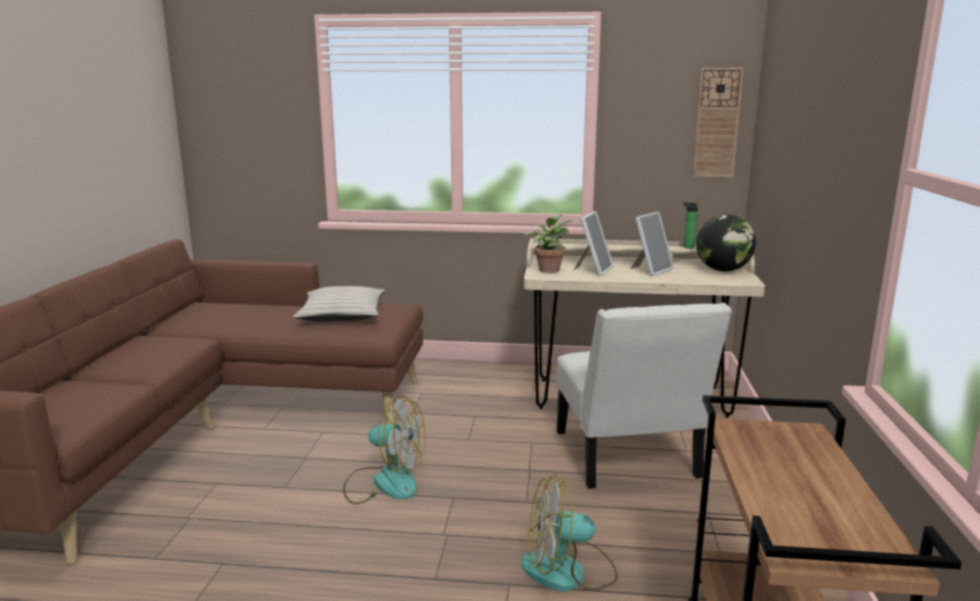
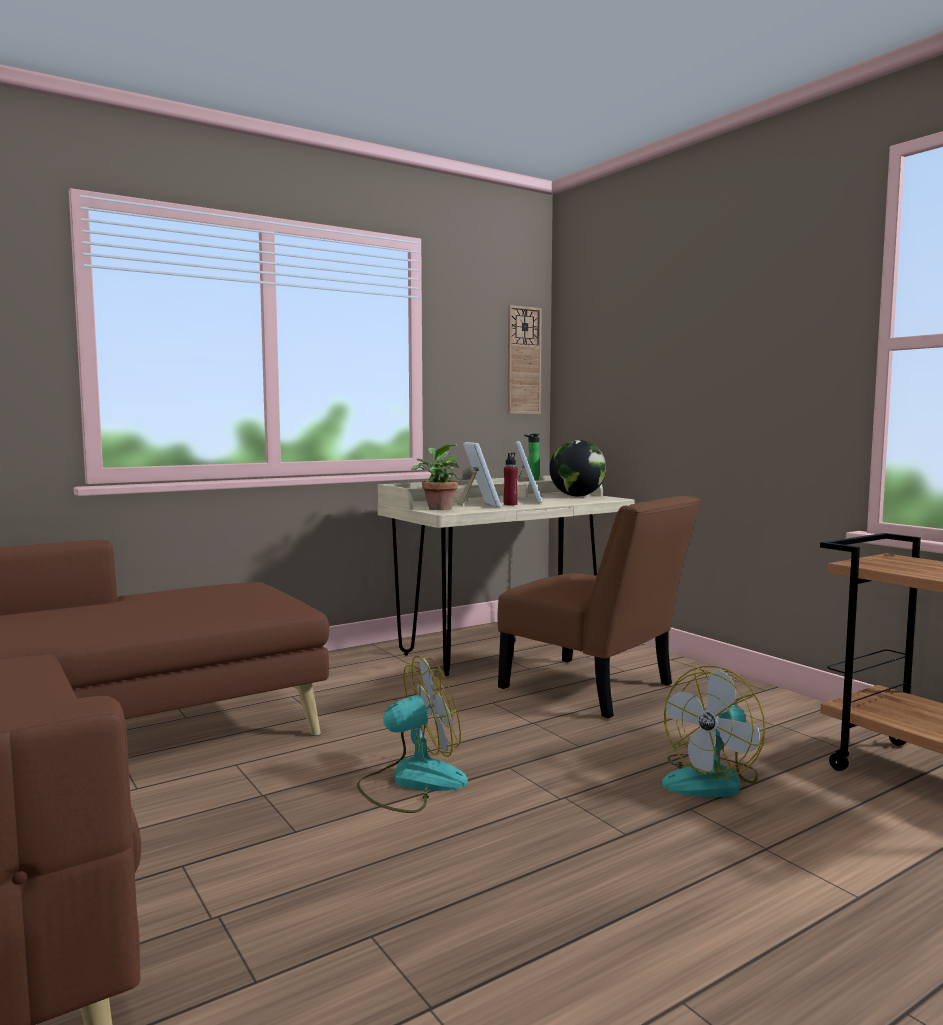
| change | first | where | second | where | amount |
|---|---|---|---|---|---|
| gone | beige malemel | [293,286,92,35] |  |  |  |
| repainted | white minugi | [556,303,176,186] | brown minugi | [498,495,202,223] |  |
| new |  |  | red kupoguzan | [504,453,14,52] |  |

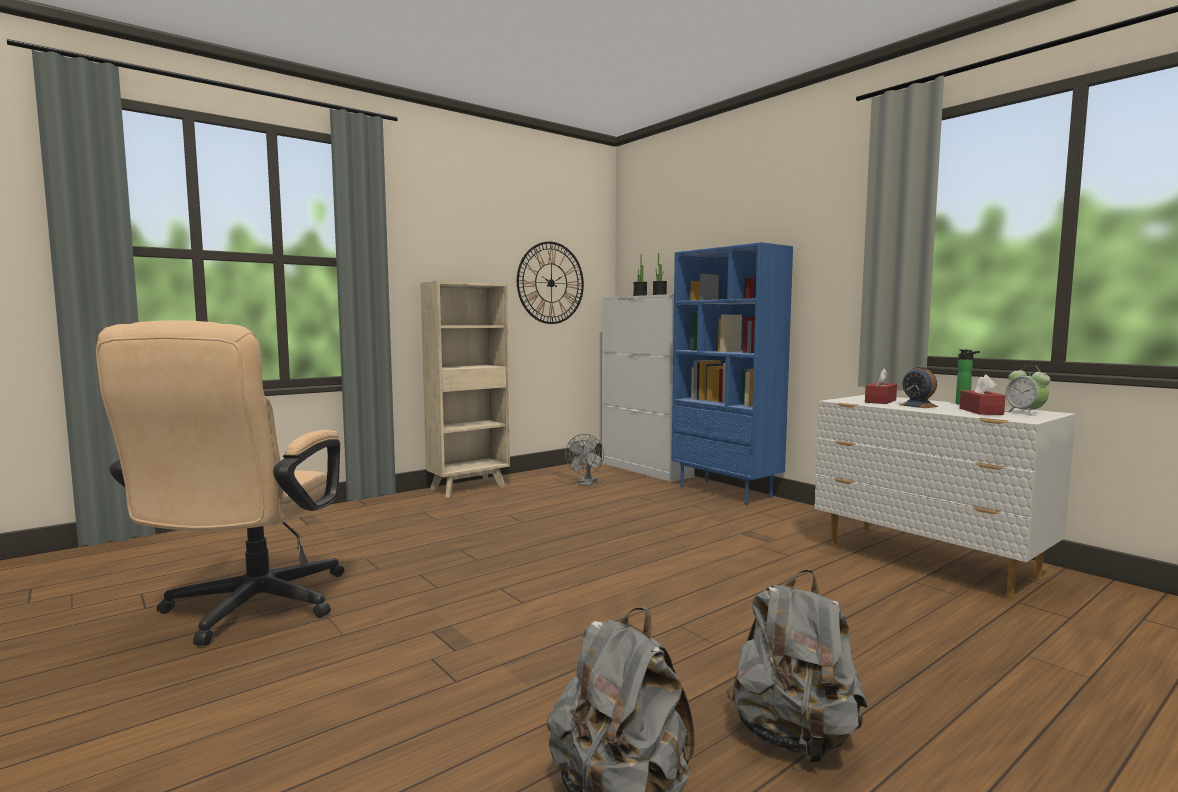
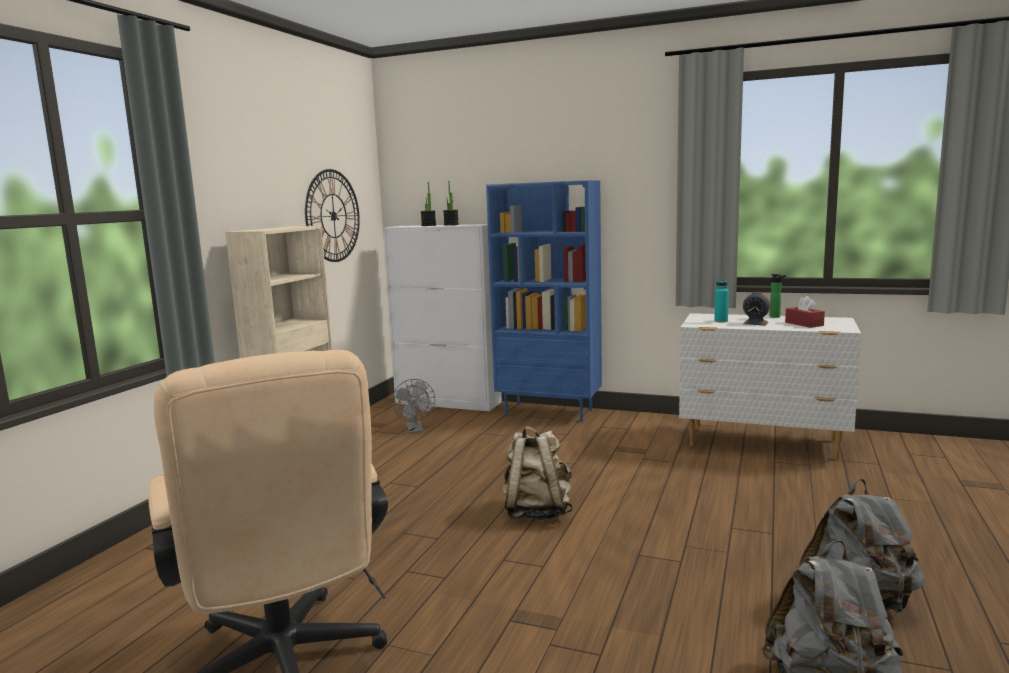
| change | first | where | second | where | amount |
|---|---|---|---|---|---|
| swapped | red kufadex | [865,369,32,35] | turquoise kupoguzan | [714,278,15,44] |  |
| gone | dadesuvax | [1004,365,46,51] |  |  |  |
| new |  |  | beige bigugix | [502,426,71,94] |  |

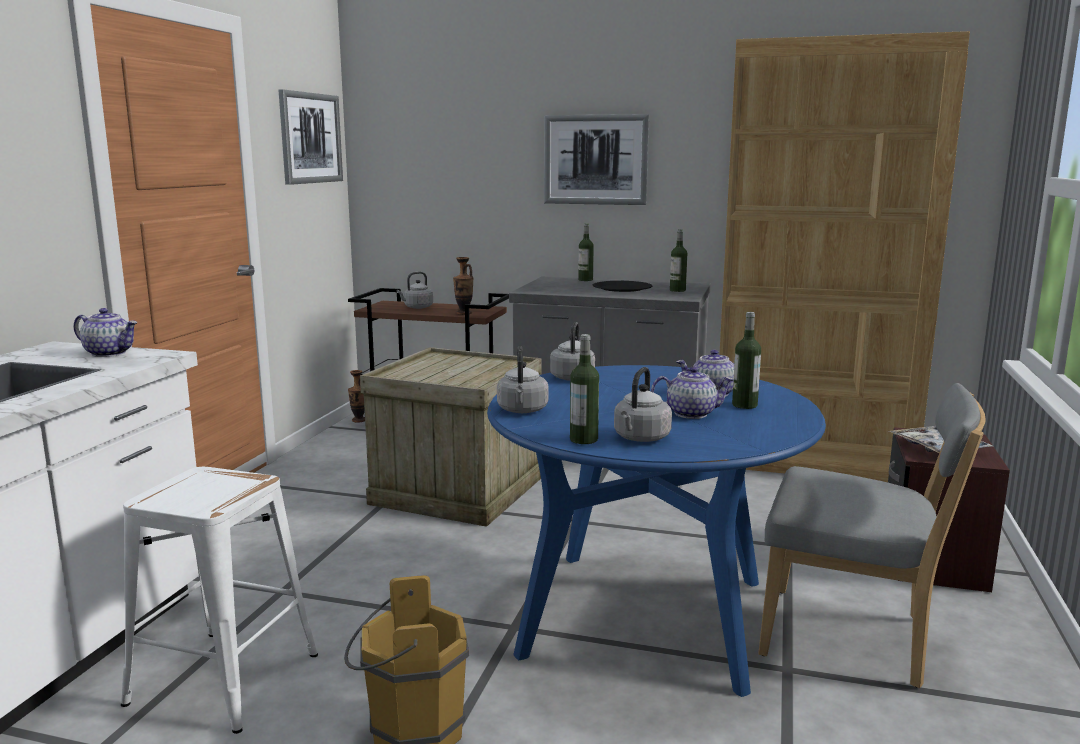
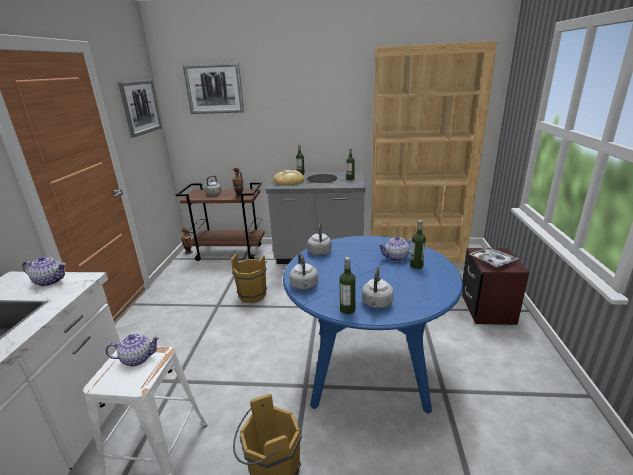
| change | first | where | second | where | amount |
|---|---|---|---|---|---|
| swapped | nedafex | [360,347,182,180] | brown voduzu | [231,254,36,49] |  |
| shifted | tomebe | [544,114,106,91] |  | [183,63,61,51] |  |
| shifted | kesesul | [651,366,83,53] |  | [105,333,55,33] |  |
| gone | grey minugi | [758,383,227,305] |  |  |  |
| new |  |  | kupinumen | [273,170,31,15] |  |

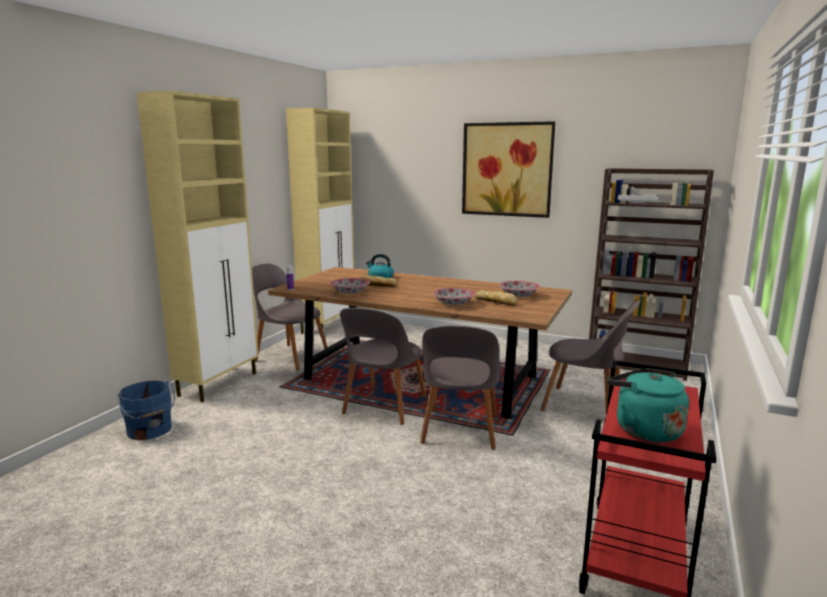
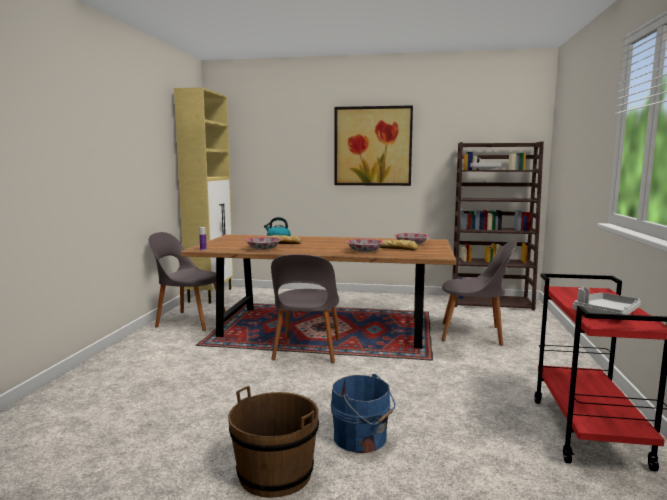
| change | first | where | second | where | amount |
|---|---|---|---|---|---|
| shifted | blue voduzu | [117,380,58,60] |  | [331,374,64,79] |  |
| gone | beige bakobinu | [137,90,122,312] |  |  |  |
| gone | grey minugi | [420,326,80,124] |  |  |  |
| swapped | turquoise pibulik | [607,368,82,75] | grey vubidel | [573,287,68,28] |  |
| new |  |  | brown voduzu | [228,386,91,112] |  |

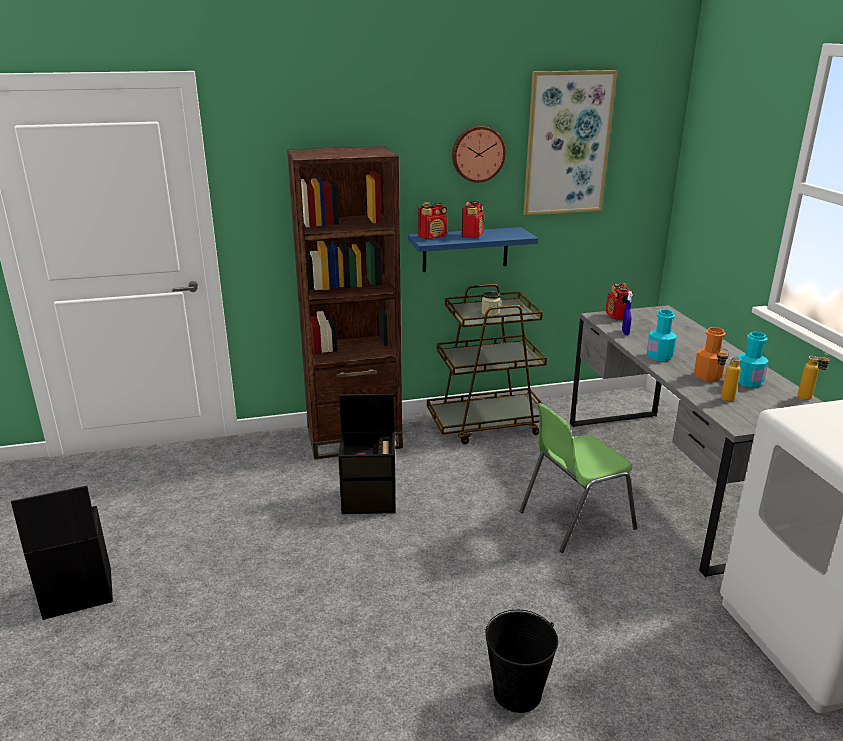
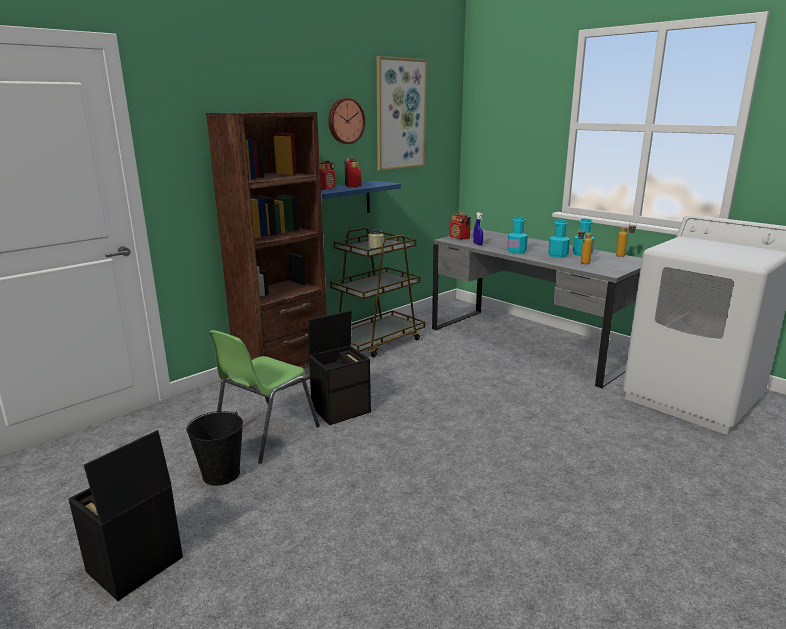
| change | first | where | second | where | amount |
|---|---|---|---|---|---|
| shifted | black voduzu | [485,610,73,103] |  | [186,411,57,75] |  |
| shifted | green minugi | [519,403,118,150] |  | [209,330,111,133] |  |
| repainted | orange kupoguzan | [694,327,32,55] | turquoise kupoguzan | [548,220,22,38] |  |

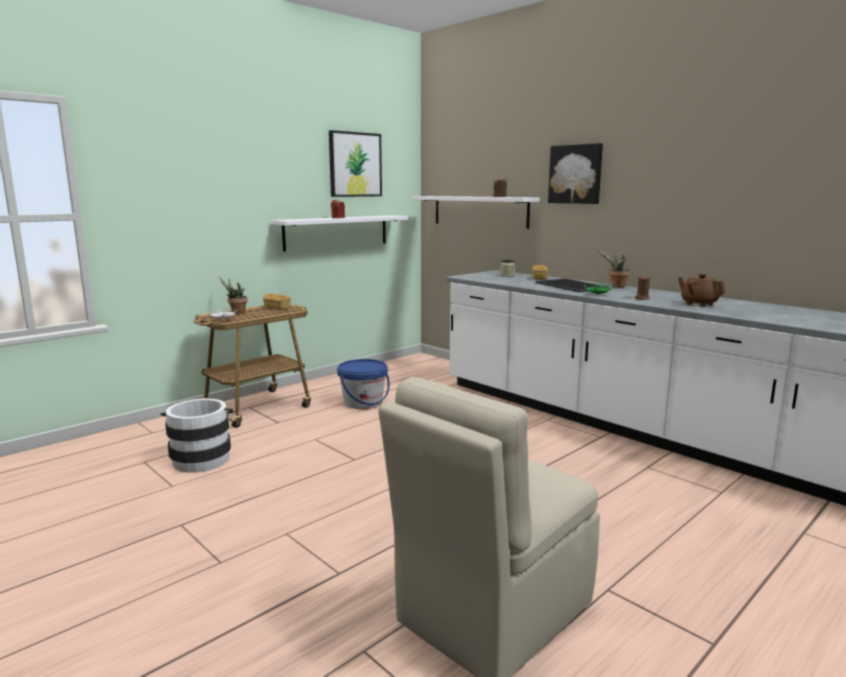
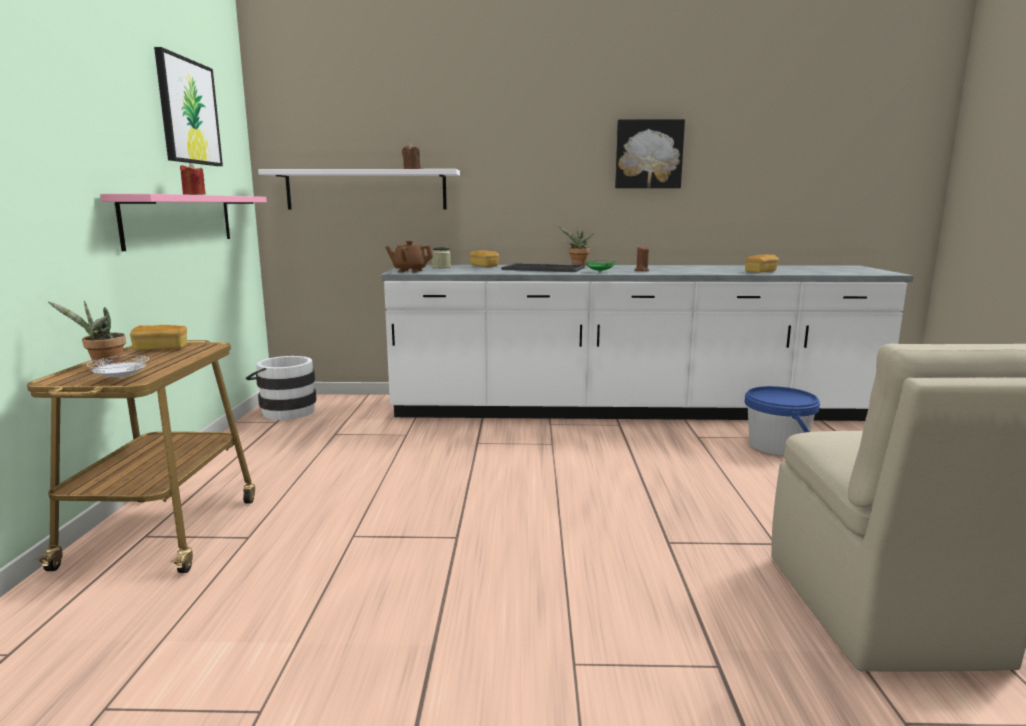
| change | first | where | second | where | amount |
|---|---|---|---|---|---|
| shifted | white voduzu | [160,399,73,74] |  | [246,356,71,64] |  |
| repainted | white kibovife | [271,215,137,36] | pink kibovife | [100,194,167,57] |  |
| shifted | blue voduzu | [337,359,53,50] |  | [745,386,75,70] |  |
| shifted | tomebe | [548,143,55,61] |  | [615,119,70,69] |  |
| shifted | brown kesesul | [678,274,47,33] |  | [385,241,48,31] |  |
| new |  |  | kupinumen | [745,254,34,19] |  |

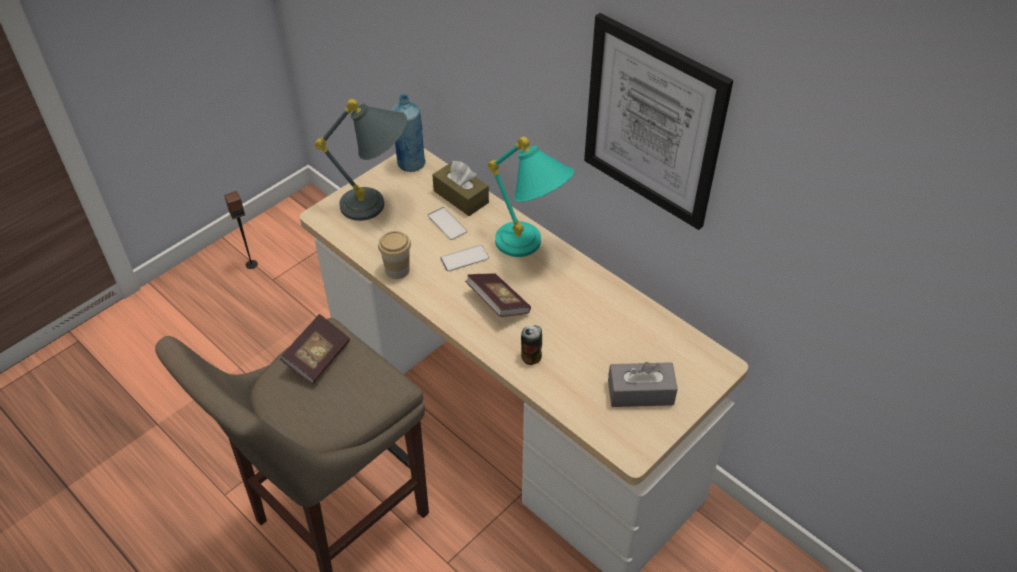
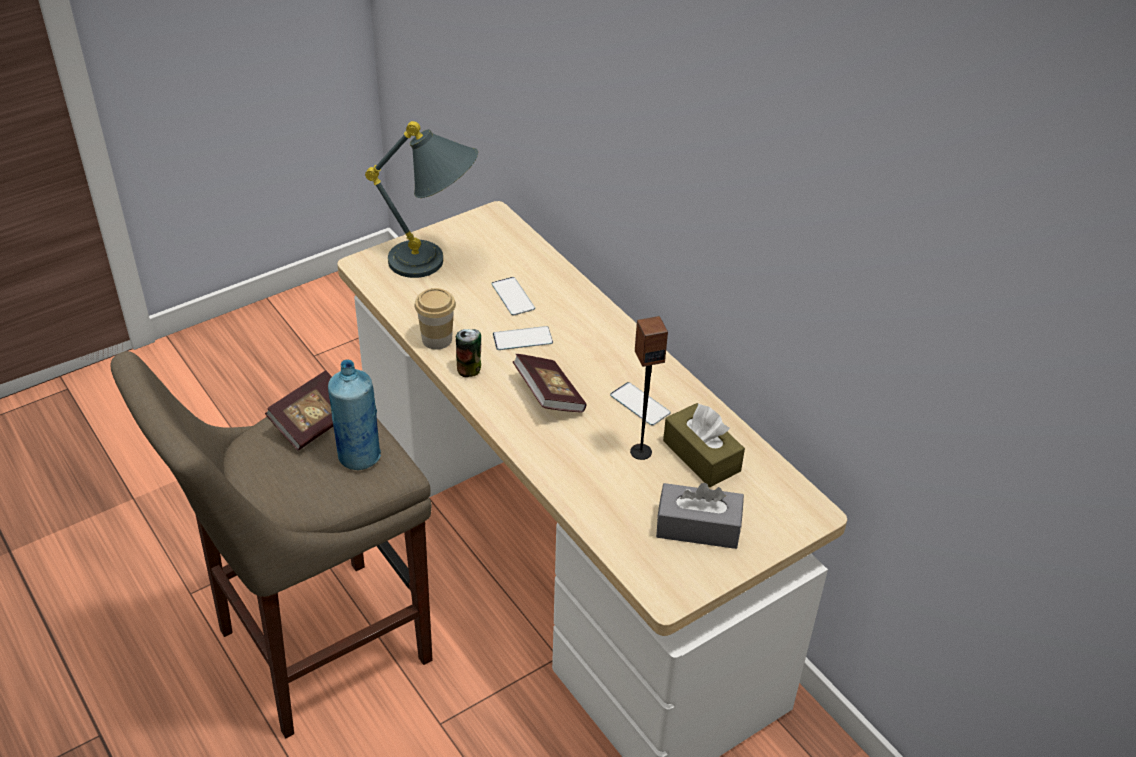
| change | first | where | second | where | amount |
|---|---|---|---|---|---|
| shifted | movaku | [224,191,34,78] |  | [630,316,38,144] |  |
| shifted | blue kupoguzan | [391,94,35,78] |  | [328,360,53,110] |  |
| shifted | brown kufadex | [432,160,57,56] |  | [663,403,82,84] |  |
| gone | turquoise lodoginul | [488,136,86,121] |  |  |  |
| shifted | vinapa | [521,325,21,40] |  | [456,329,25,48] |  |
| gone | tomebe | [584,13,149,217] |  |  |  |
| new |  |  | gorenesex | [610,382,61,44] |  |

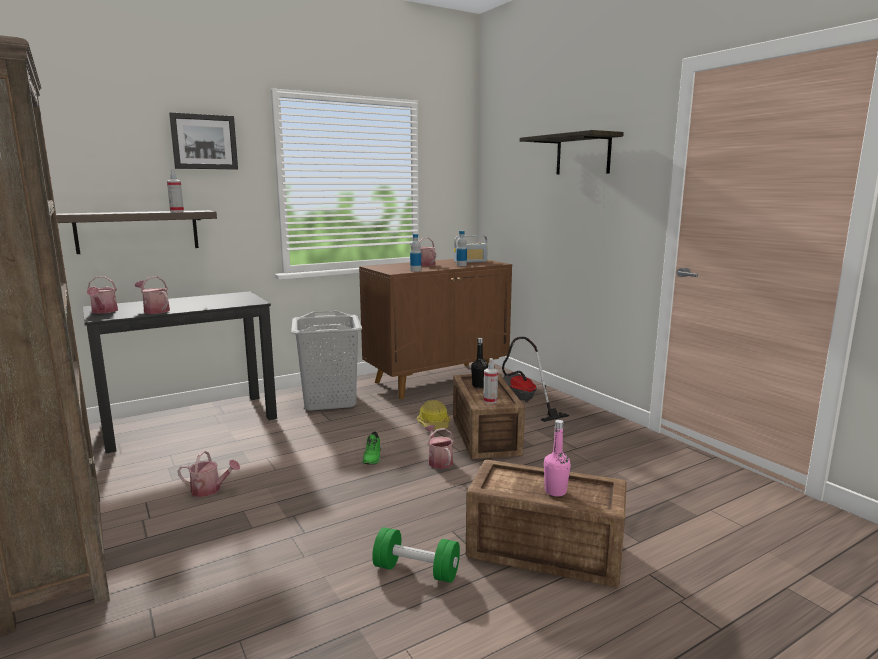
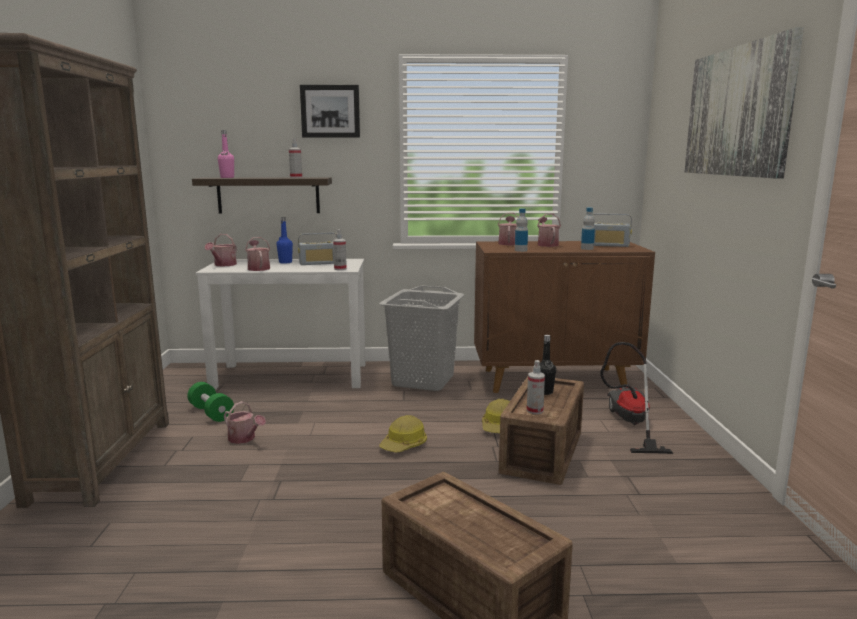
| change | first | where | second | where | amount |
|---|---|---|---|---|---|
| repainted | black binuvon | [83,291,194,163] | white binuvon | [195,259,170,131] |  |
| swapped | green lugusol | [363,432,18,32] | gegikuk | [379,415,48,37] |  |
| shifted | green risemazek | [372,527,88,56] |  | [187,382,47,40] |  |
| shifted | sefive | [425,425,29,44] |  | [498,213,20,32] |  |
| swapped | kibovife | [520,130,104,45] | tomebe | [684,27,120,152] |  |
| shifted | pink kupoguzan | [544,420,27,76] |  | [218,130,16,48] |  |
| new |  |  | blue kupoguzan | [277,217,16,47] |  |
| new |  |  | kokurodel | [298,233,39,32] |  |
| new |  |  | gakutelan | [333,229,14,41] |  |

